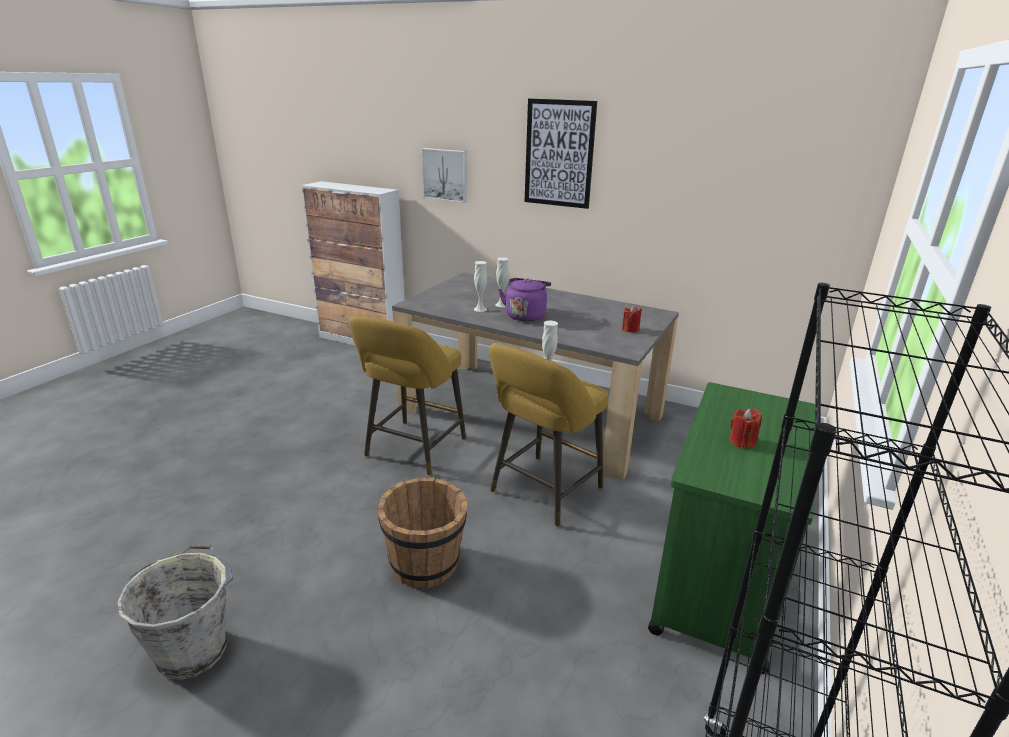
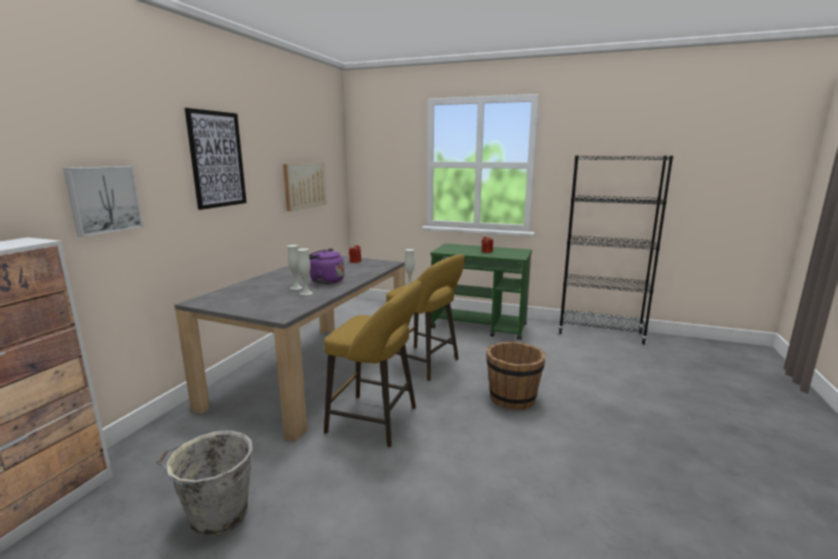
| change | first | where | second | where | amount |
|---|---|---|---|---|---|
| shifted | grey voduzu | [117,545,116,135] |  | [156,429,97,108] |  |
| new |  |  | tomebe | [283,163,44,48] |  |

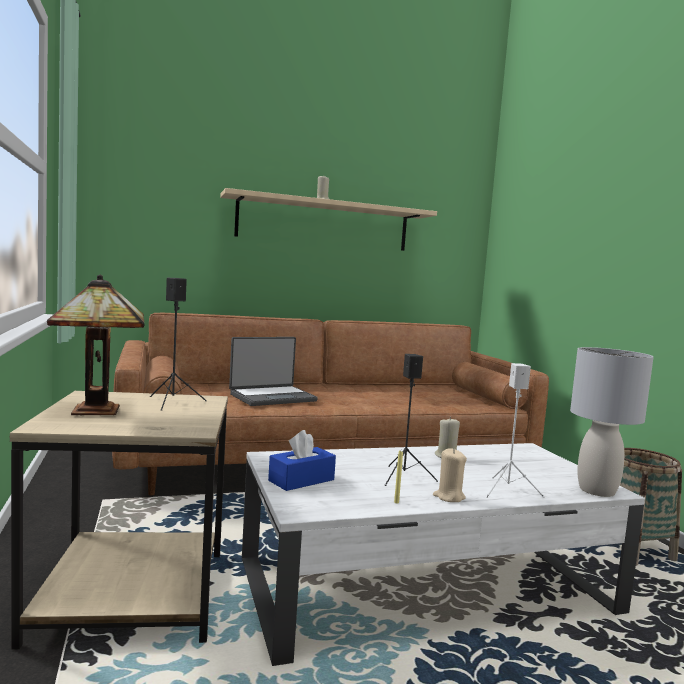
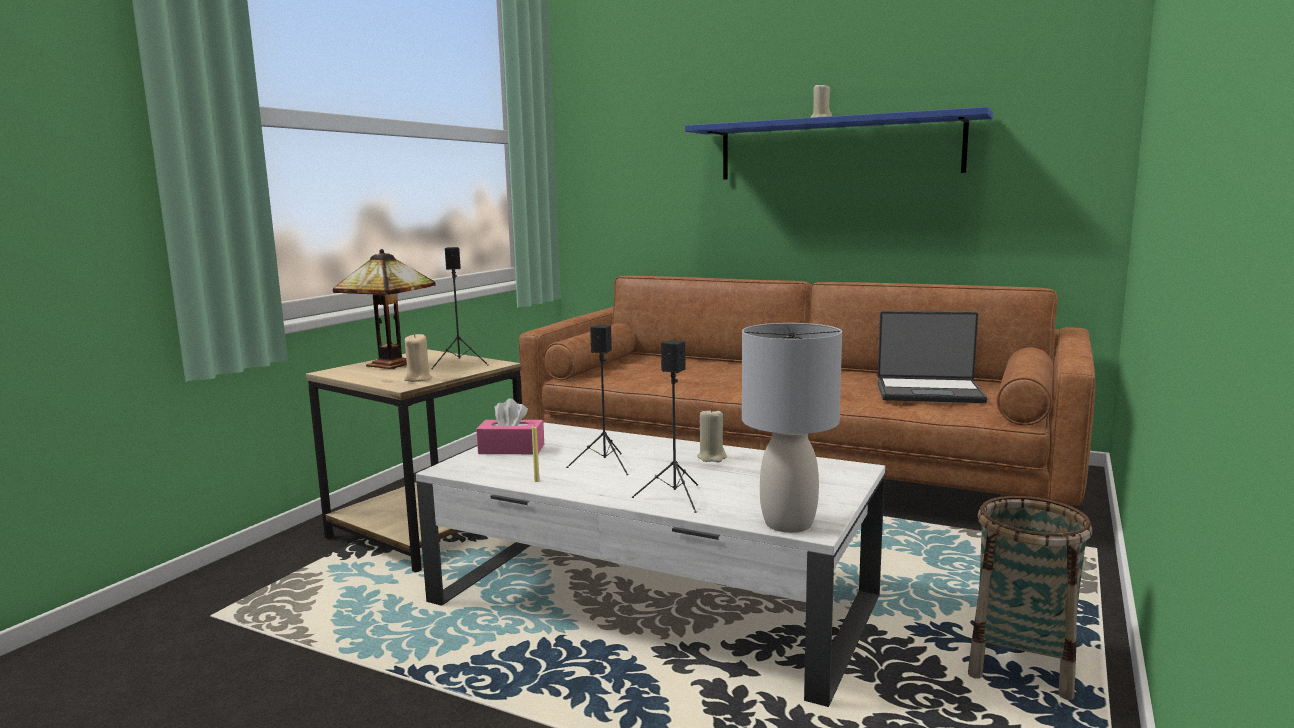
| change | first | where | second | where | amount |
|---|---|---|---|---|---|
| repainted | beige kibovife | [220,188,217,63] | blue kibovife | [685,107,308,73] |  |
| shifted | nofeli | [229,337,89,69] |  | [878,311,109,92] |  |
| repainted | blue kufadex | [268,430,68,61] | pink kufadex | [476,398,68,56] |  |
| shifted | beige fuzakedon | [433,448,34,54] |  | [404,333,28,49] |  |
| repainted | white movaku | [486,363,59,135] | black movaku | [632,340,66,173] |  |

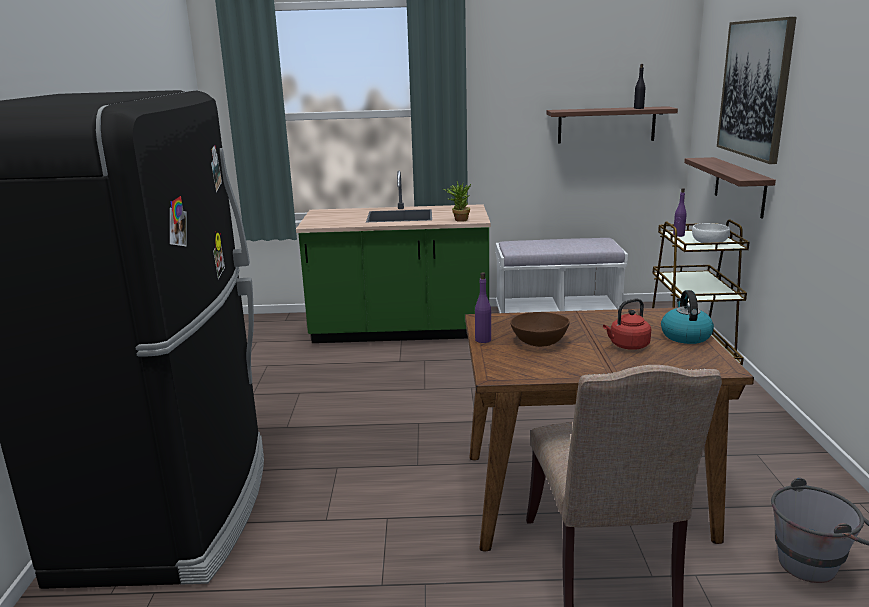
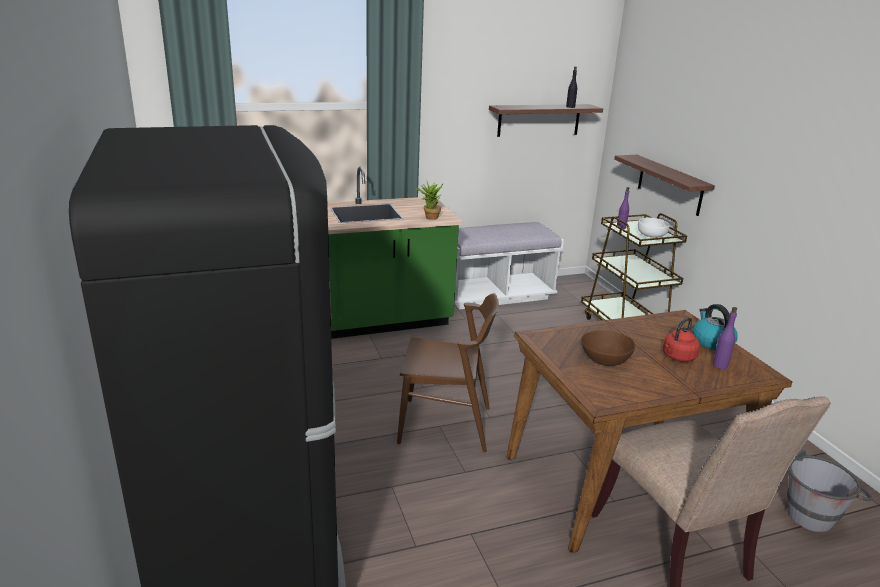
| change | first | where | second | where | amount |
|---|---|---|---|---|---|
| shifted | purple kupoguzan | [475,272,16,71] |  | [713,307,24,62] |  |
| gone | tomebe | [717,17,80,147] |  |  |  |
| new |  |  | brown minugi | [397,293,102,159] |  |

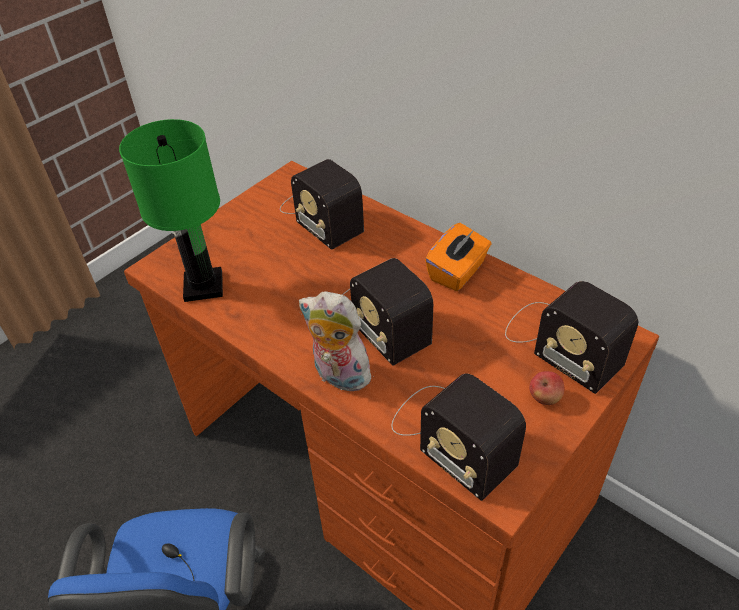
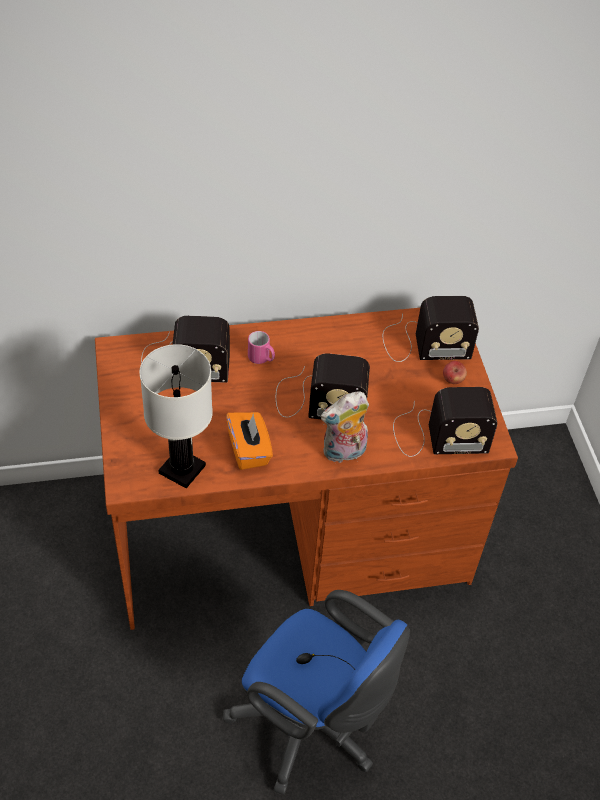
| change | first | where | second | where | amount |
|---|---|---|---|---|---|
| repainted | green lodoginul | [119,119,104,183] | white lodoginul | [139,344,74,145] |  |
| shifted | orange kufadex | [425,223,66,68] |  | [226,412,47,58] |  |
| new |  |  | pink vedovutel | [248,331,27,33] |  |

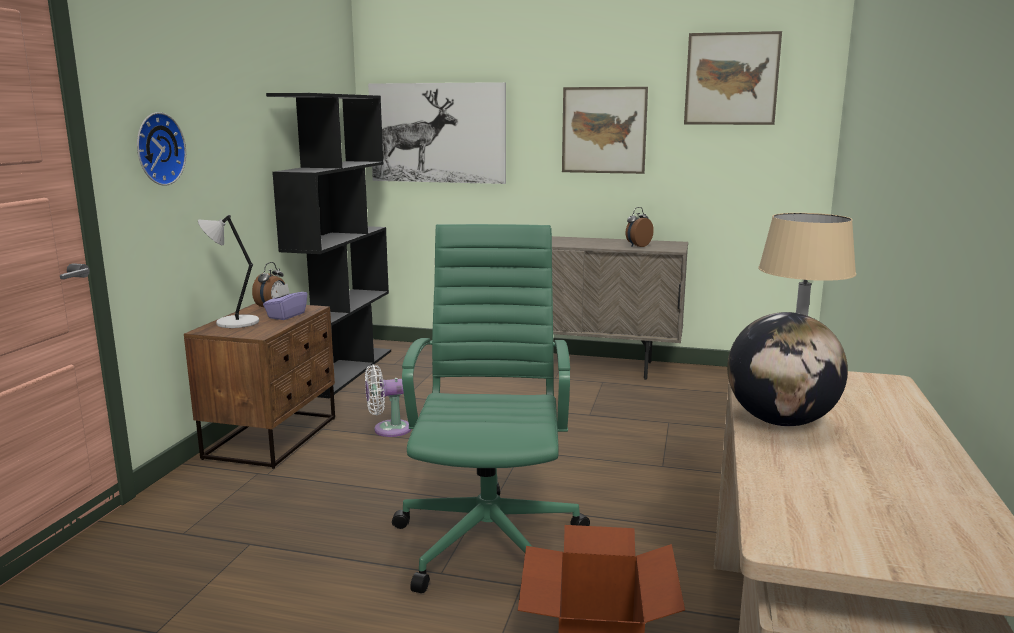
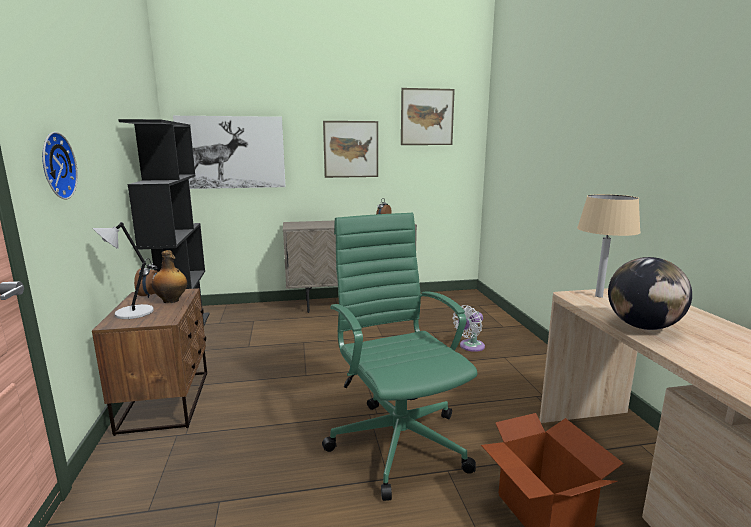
| change | first | where | second | where | amount |
|---|---|---|---|---|---|
| swapped | purple kufadex | [263,284,44,36] | kupoguzan | [152,250,35,53] |  |
| shifted | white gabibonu | [365,364,47,73] |  | [452,305,33,47] |  |

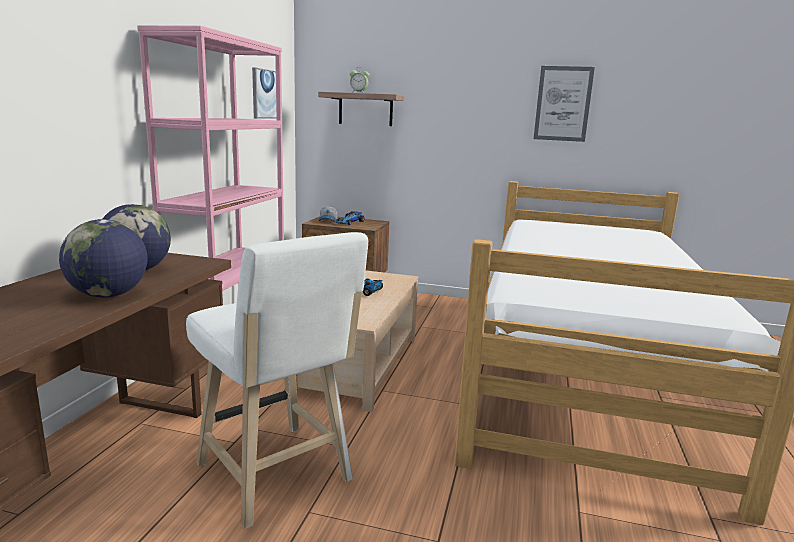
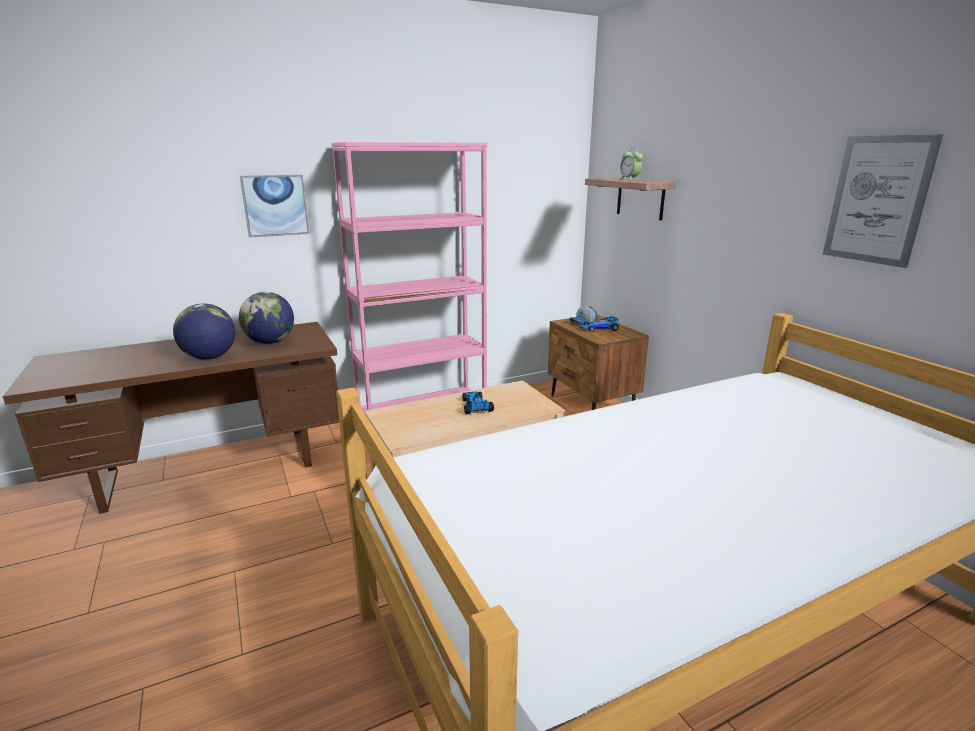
| change | first | where | second | where | amount |
|---|---|---|---|---|---|
| gone | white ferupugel | [186,232,182,297] |  |  |  |
| shifted | tomebe | [252,67,25,52] |  | [240,175,69,63] |  |

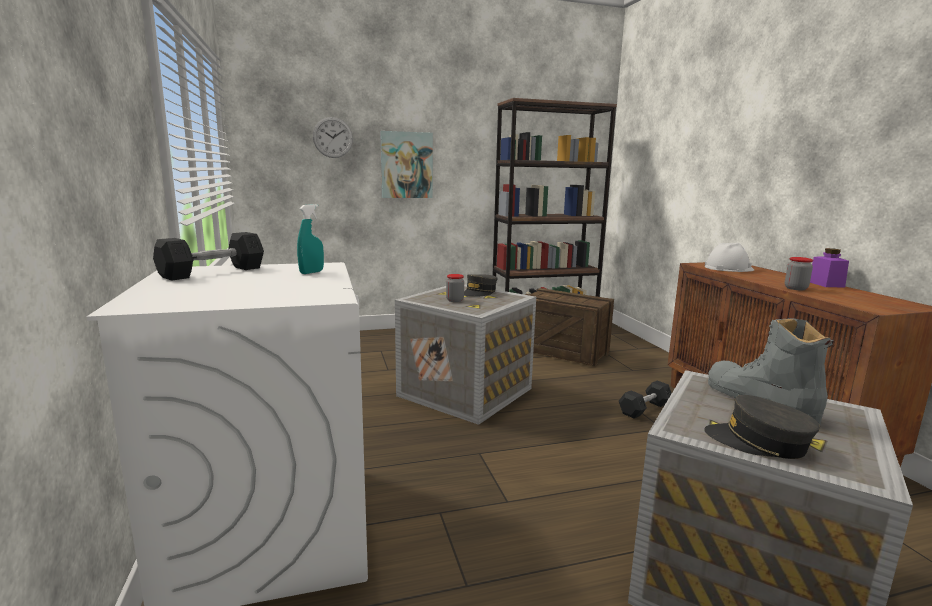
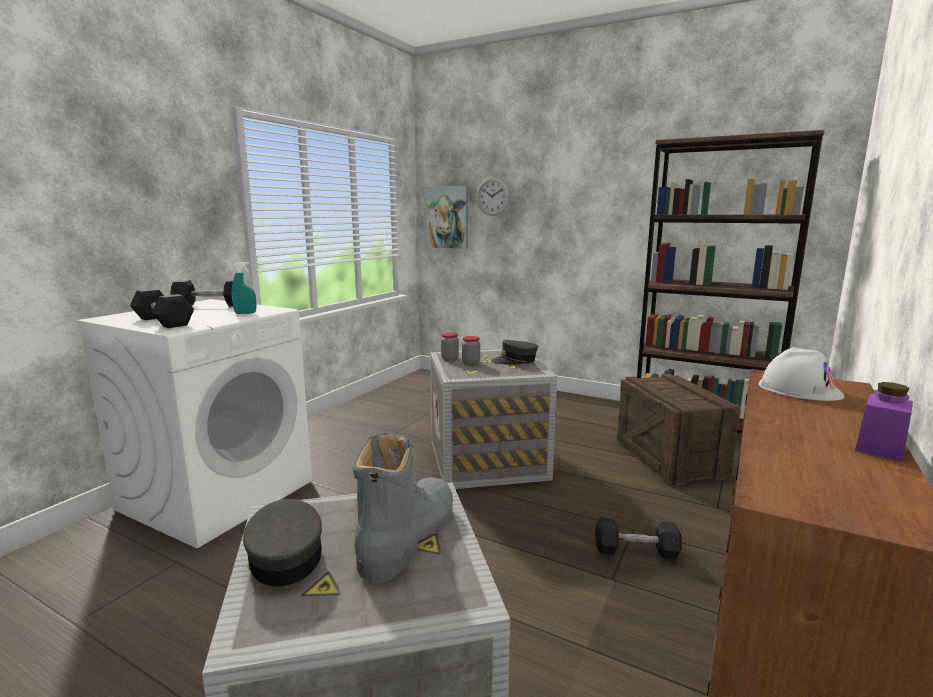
| change | first | where | second | where | amount |
|---|---|---|---|---|---|
| shifted | tomebe | [380,131,53,67] |  | [424,186,44,63] |  |
| shifted | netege | [785,257,28,33] |  | [441,332,18,29] |  |
| new |  |  | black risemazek | [130,289,64,39] |  |

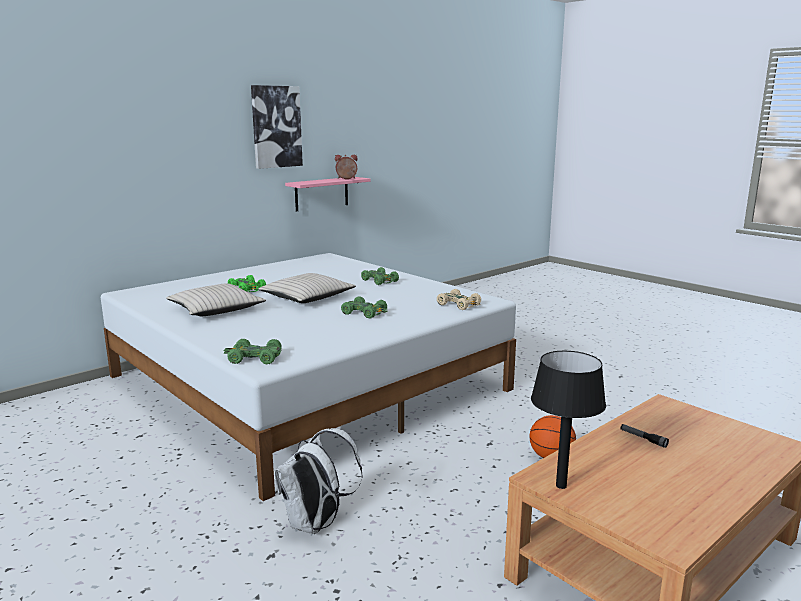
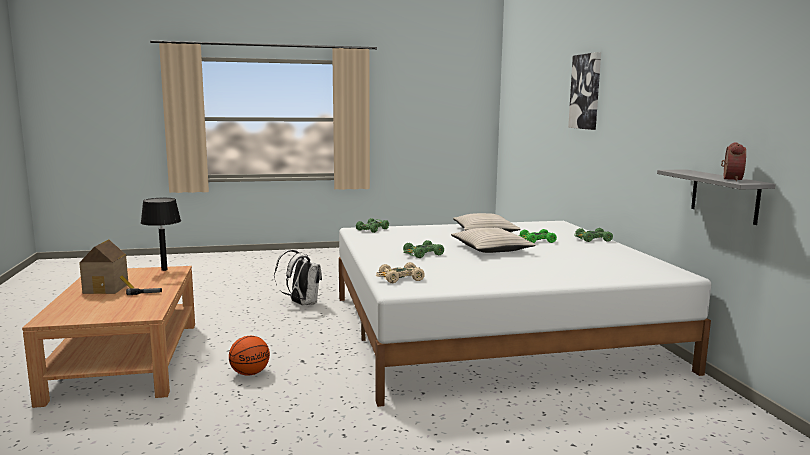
| change | first | where | second | where | amount |
|---|---|---|---|---|---|
| shifted | tomebe | [251,85,52,84] |  | [568,52,33,78] |  |
| repainted | pink kibovife | [285,177,85,35] | grey kibovife | [657,169,118,56] |  |
| shifted | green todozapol | [361,267,38,18] |  | [574,228,39,14] |  |
| new |  |  | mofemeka | [79,240,56,54] |  |

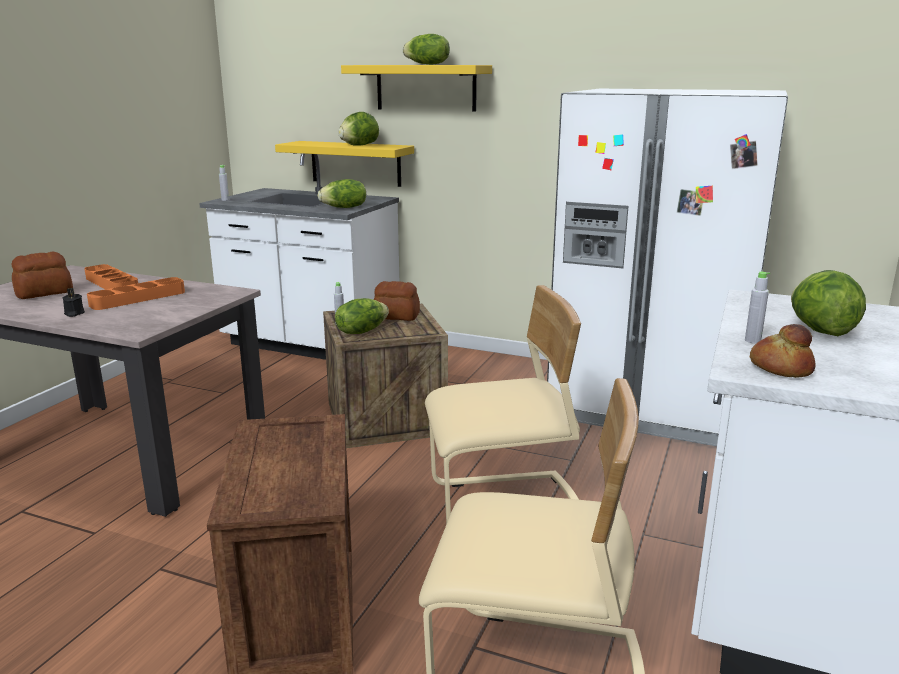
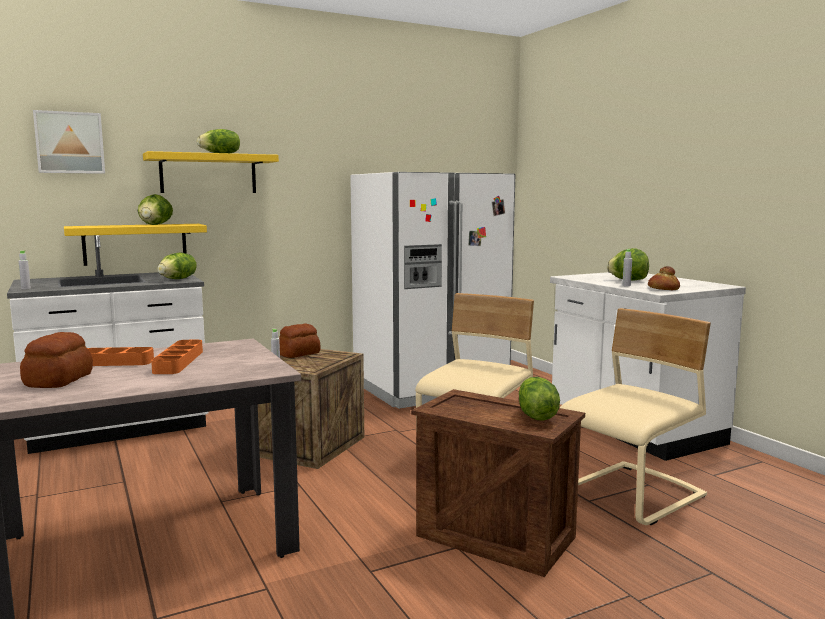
| change | first | where | second | where | amount |
|---|---|---|---|---|---|
| gone | black fuzakedon | [63,288,22,29] |  |  |  |
| shifted | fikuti | [335,298,54,36] |  | [519,377,41,43] |  |
| new |  |  | tomebe | [33,110,72,64] |  |

